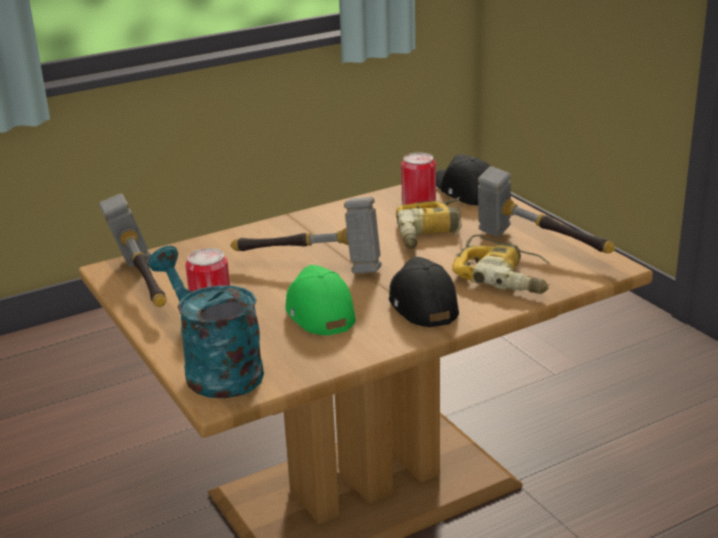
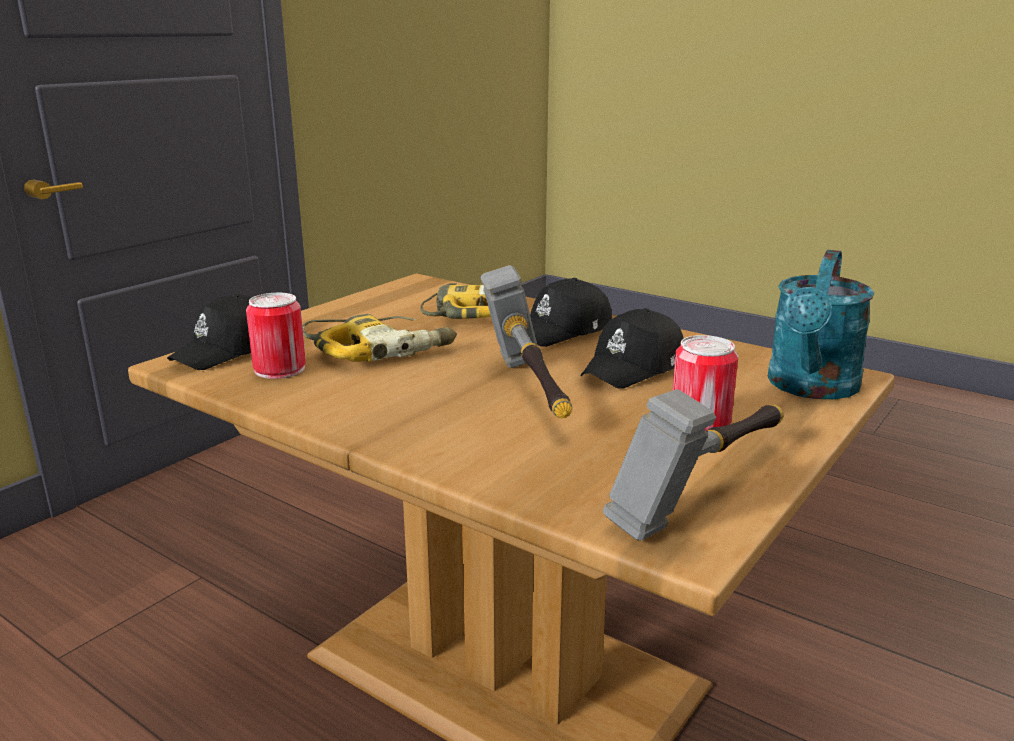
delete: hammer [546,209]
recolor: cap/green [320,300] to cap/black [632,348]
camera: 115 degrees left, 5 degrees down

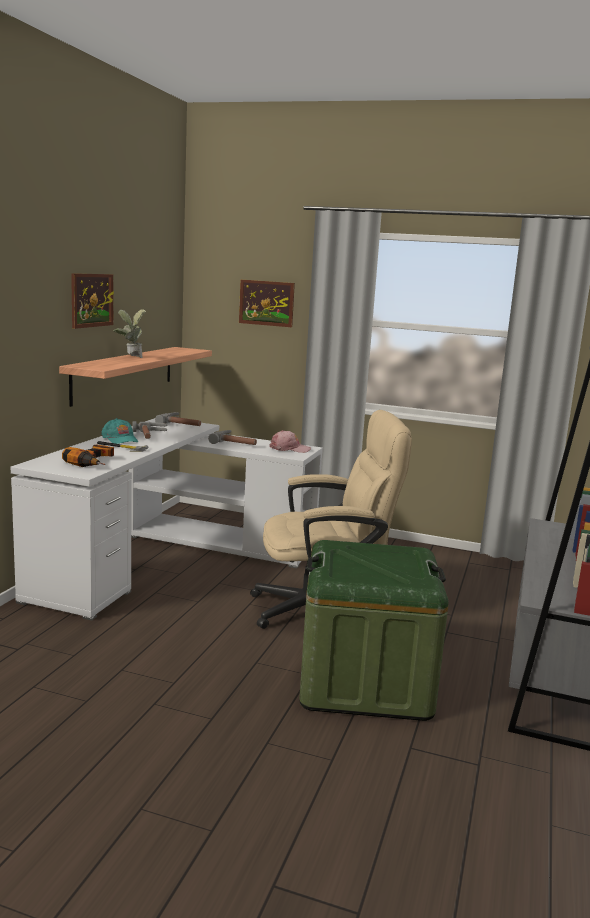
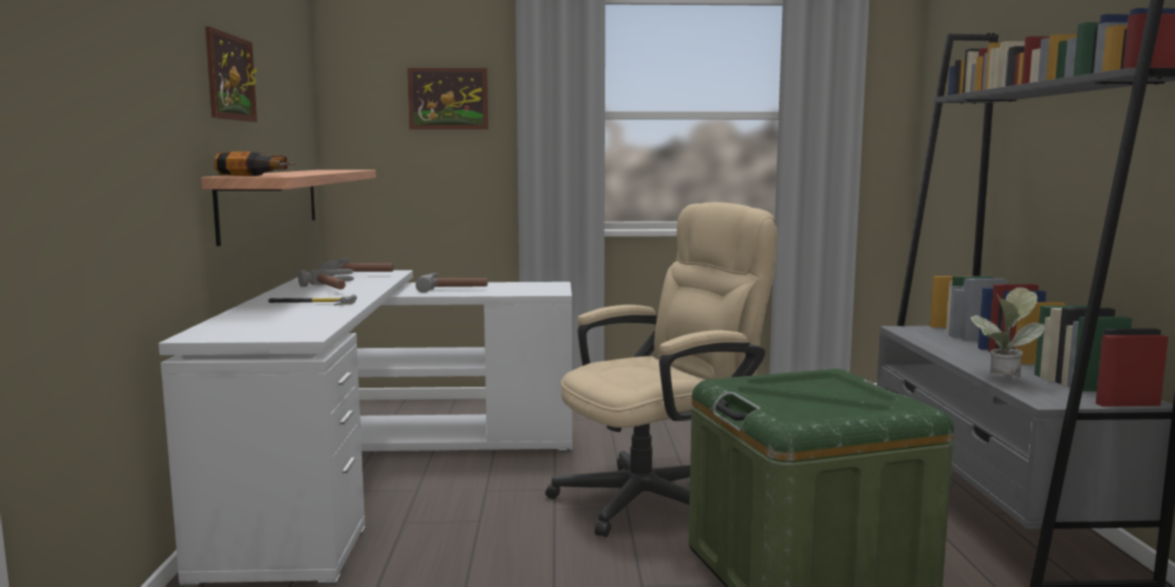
delete: cap/turquoise [119,431]; cap/pink [290,441]
move: power drill [88,455] to [254,164]; potted plant [130,333] to [1008,332]
camera: 20 degrees left, 5 degrees down

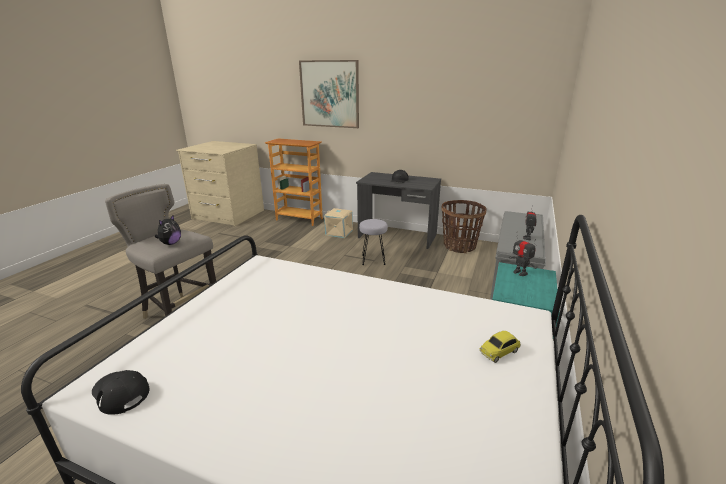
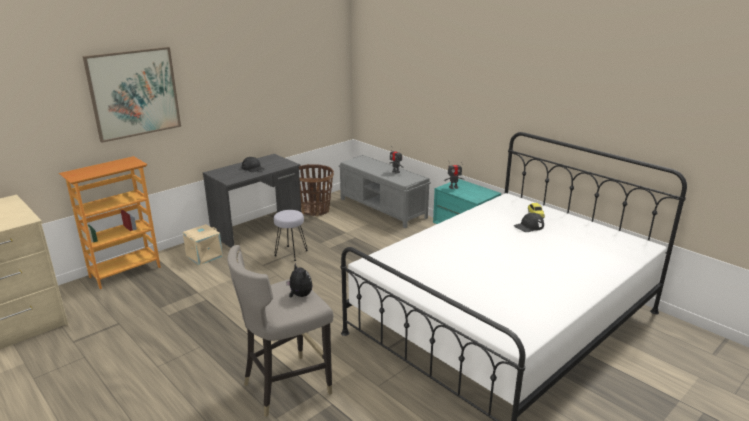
move: cap/black [120,392] to [529,222]
camera: 65 degrees left, 0 degrees up

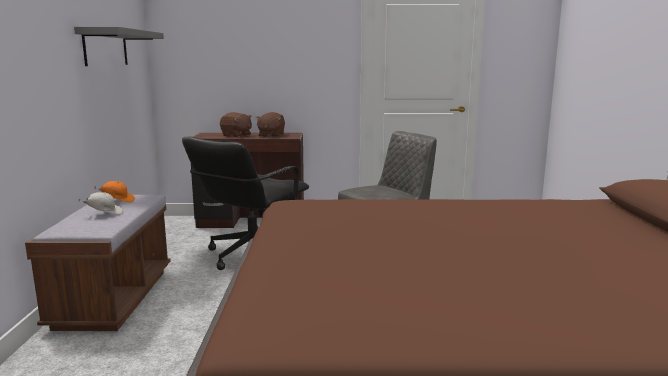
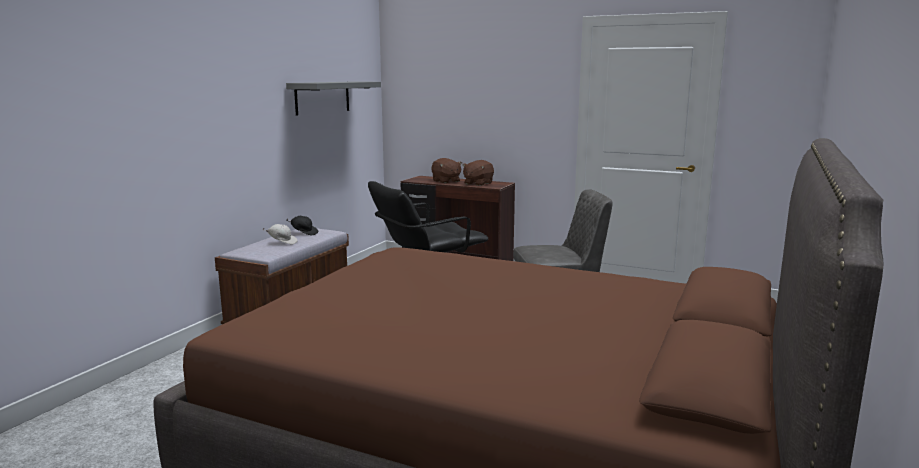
recolor: cap/orange [114,191] to cap/black [302,225]
camera: 25 degrees right, 0 degrees up

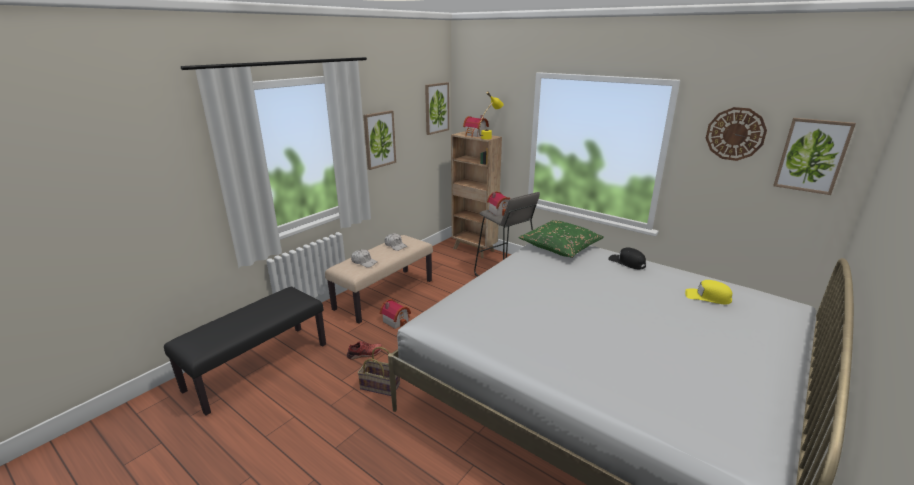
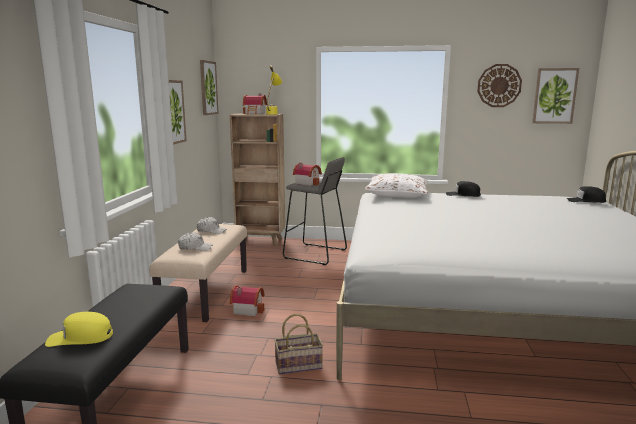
delete: shoe/red [364,350]
insert: cap/black [586,194]
move: cap/yellow [708,292] to [79,329]
recolor: pillow/green [561,239] to pillow/white [396,185]
camera: 30 degrees left, 10 degrees down

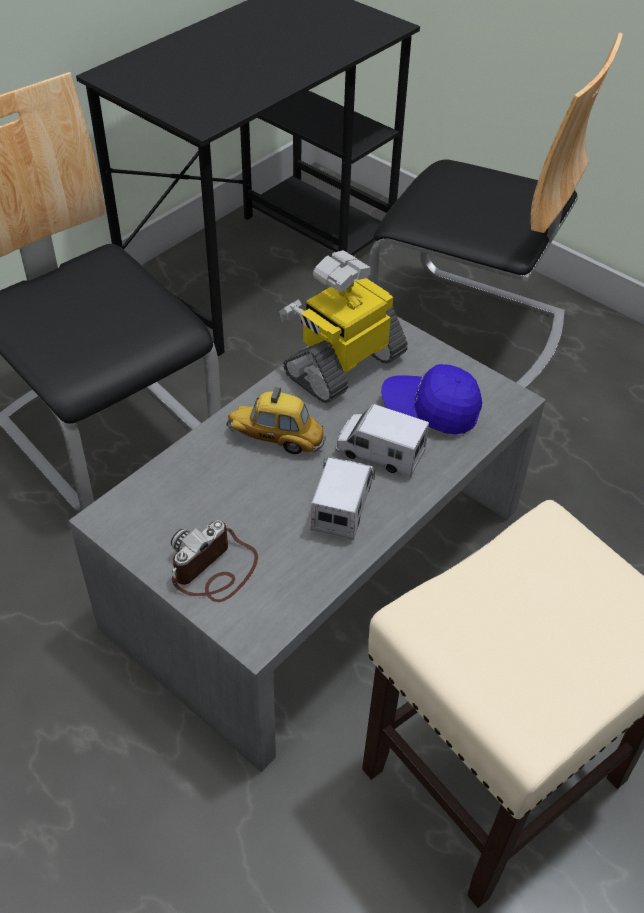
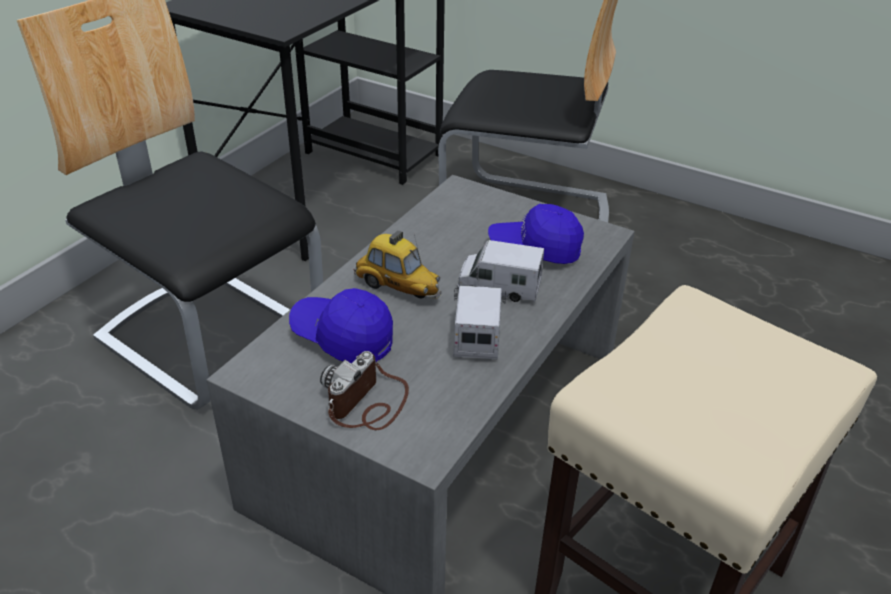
delete: toy robot [343,326]
insert: cap/blue [341,325]
rotate: toy car [276,420] = [397,264] 150 degrees counterclockwise
camera: 10 degrees left, 10 degrees down

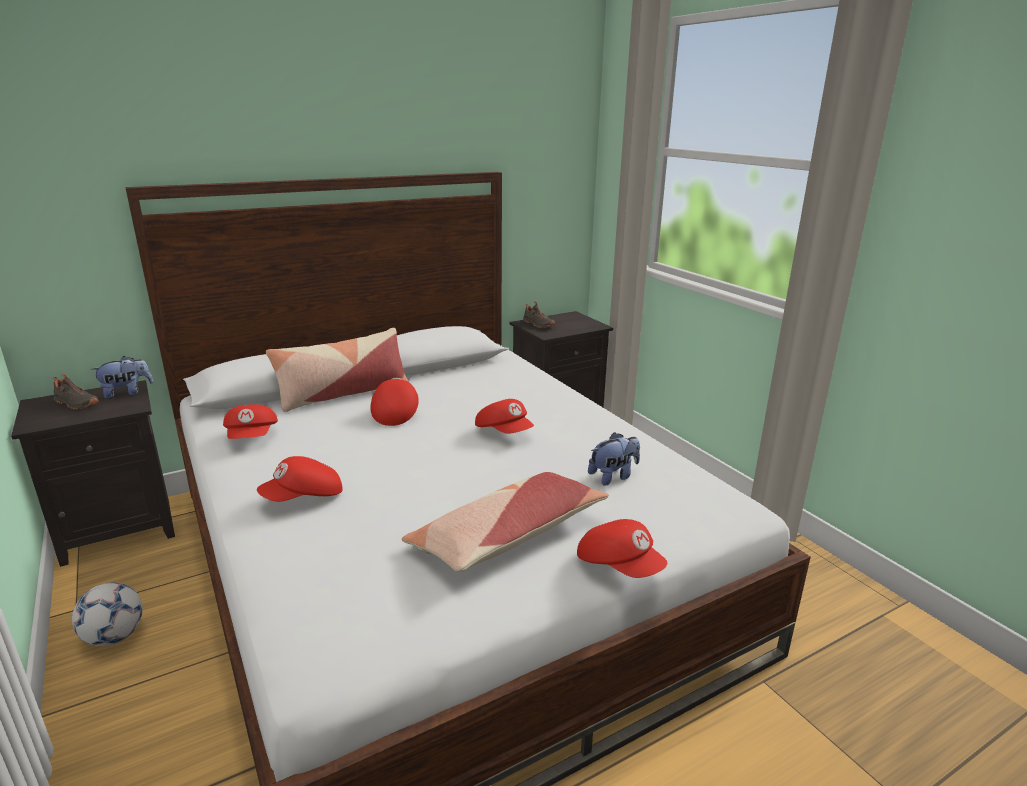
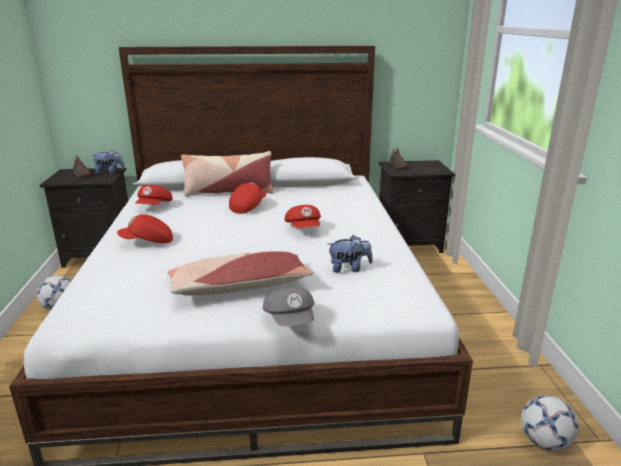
insert: football [550,423]
recolor: cap/red [622,548] to cap/grey [288,306]
camera: 25 degrees right, 0 degrees up

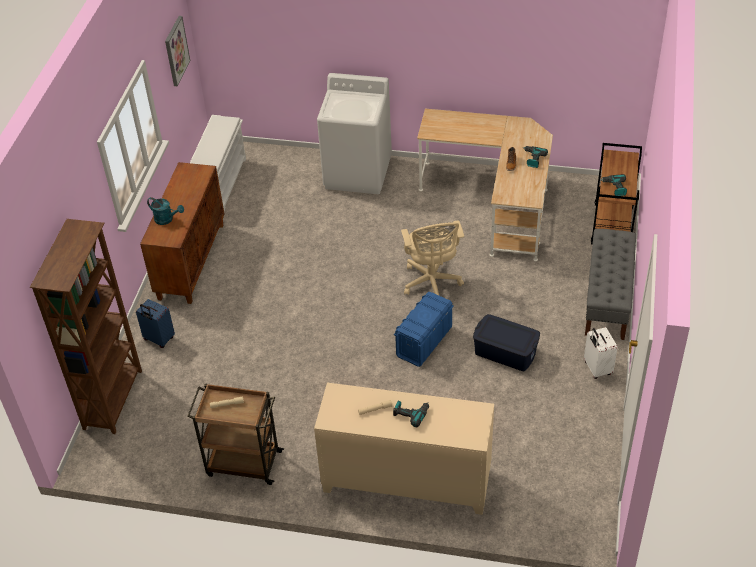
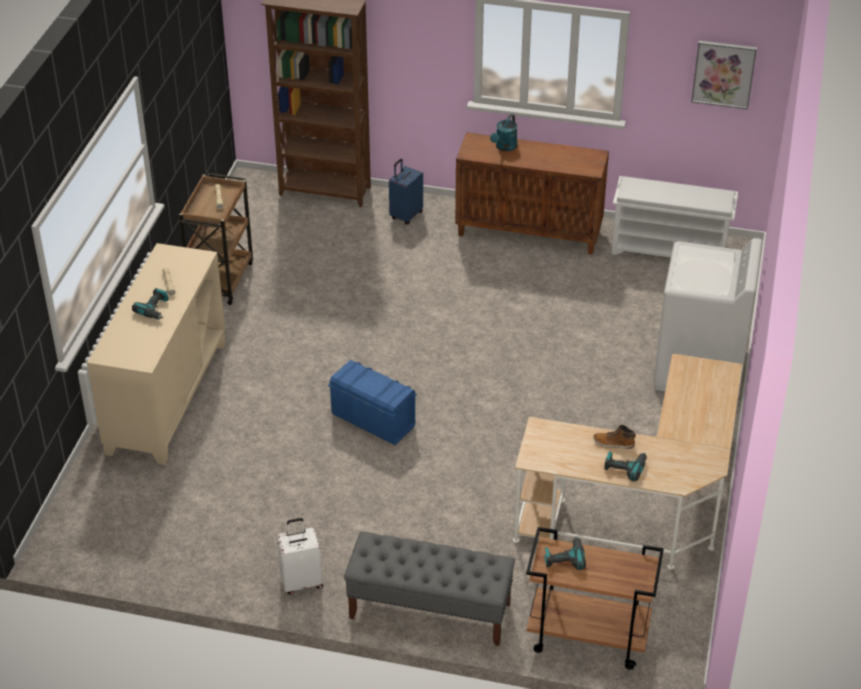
delete: office chair/beige [432,257]; storage box/blue [506,342]
camera: 90 degrees right, 5 degrees down

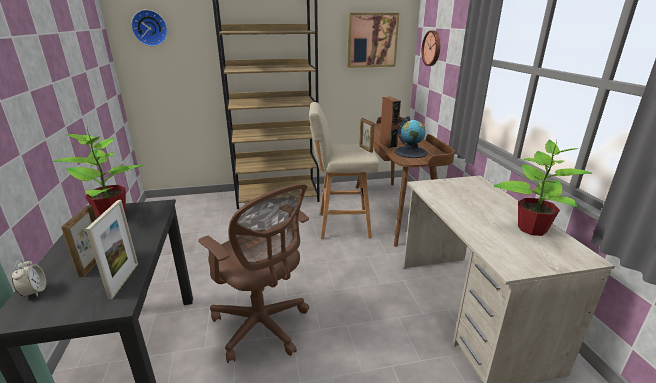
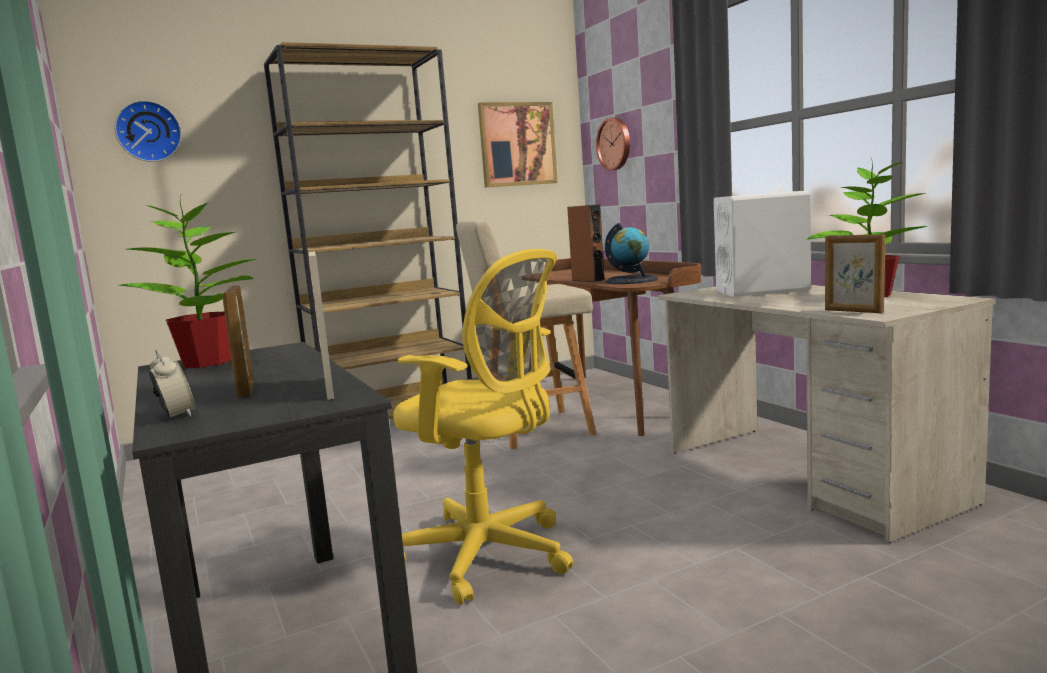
insert: speaker/white [762,244]
move: picture frame [367,135] to [855,273]
recolor: office chair/brown [253,273] to office chair/yellow [483,427]
camera: 15 degrees left, 15 degrees down

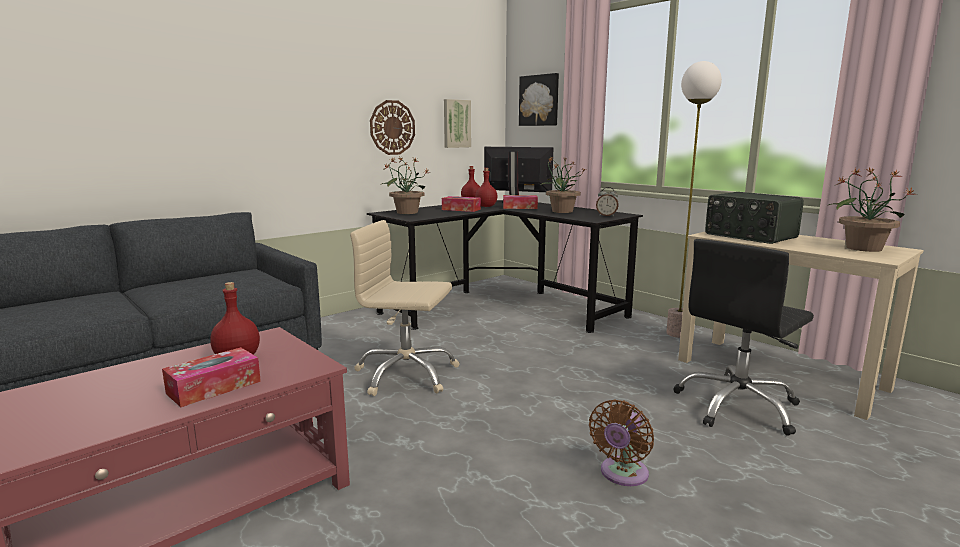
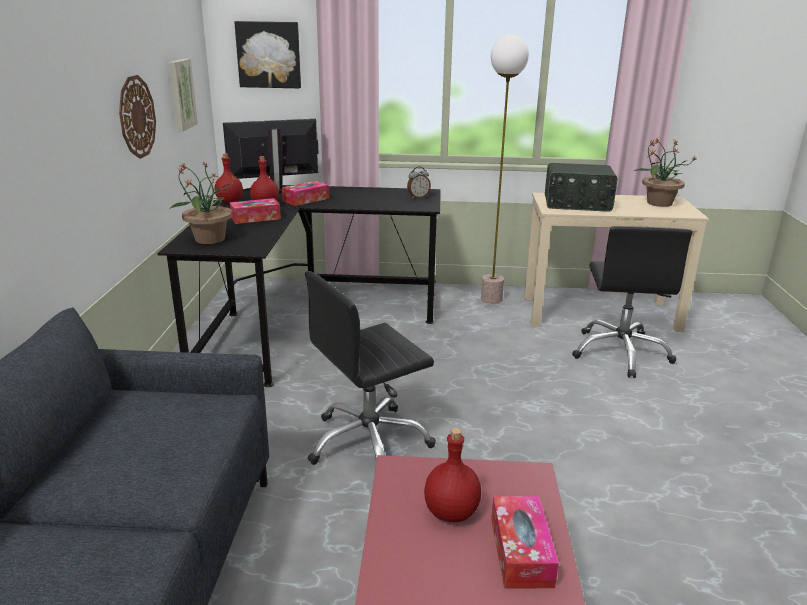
delete: potted plant [562,185]; fan/brown [621,442]
recolor: office chair/beige [405,308] to office chair/black [370,368]
camera: 45 degrees left, 10 degrees up

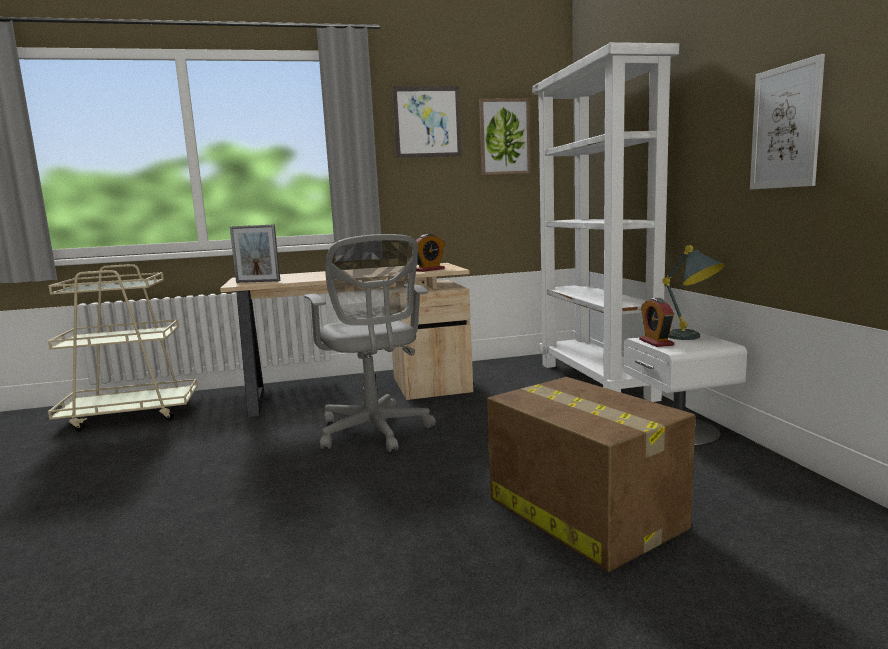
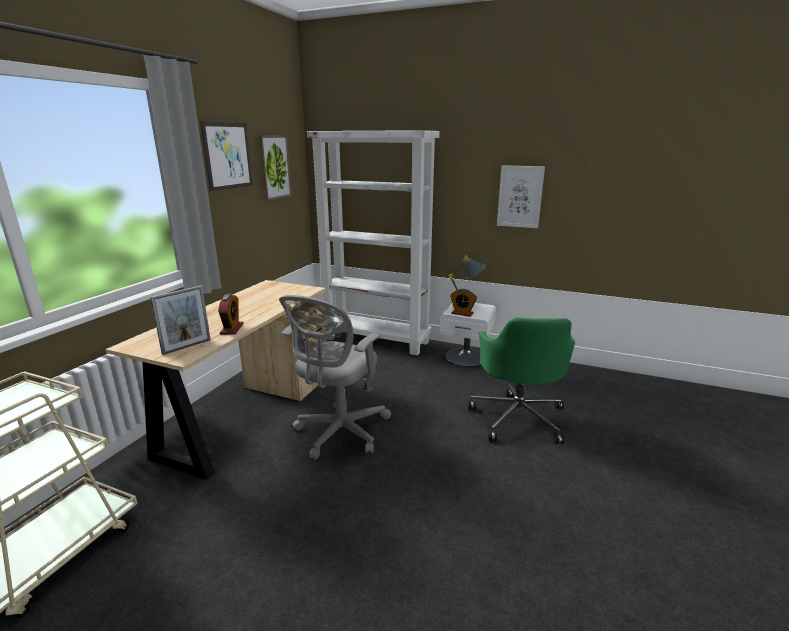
move: alarm clock [428,253] to [231,314]
replace: cardboard box [591,474] to office chair/green [521,380]
rotate: office chair/grey [370,343] = [335,377] 105 degrees clockwise
camera: 55 degrees left, 10 degrees up

